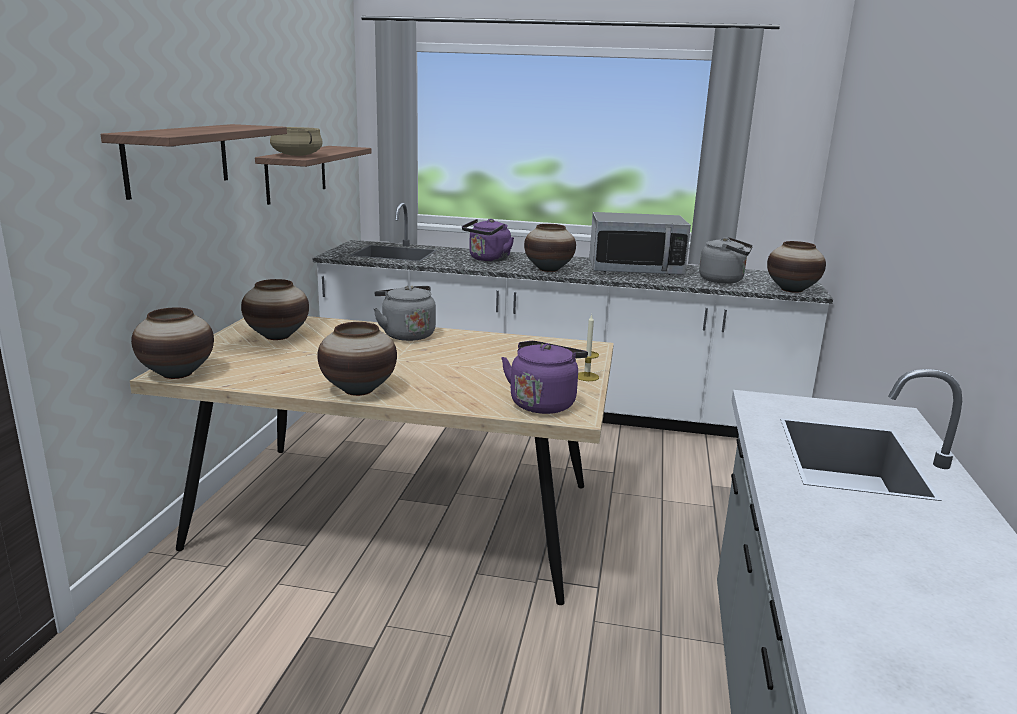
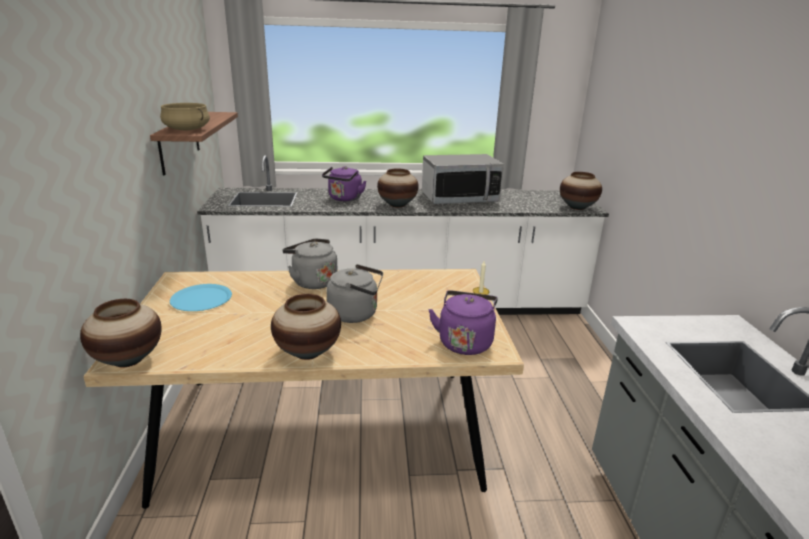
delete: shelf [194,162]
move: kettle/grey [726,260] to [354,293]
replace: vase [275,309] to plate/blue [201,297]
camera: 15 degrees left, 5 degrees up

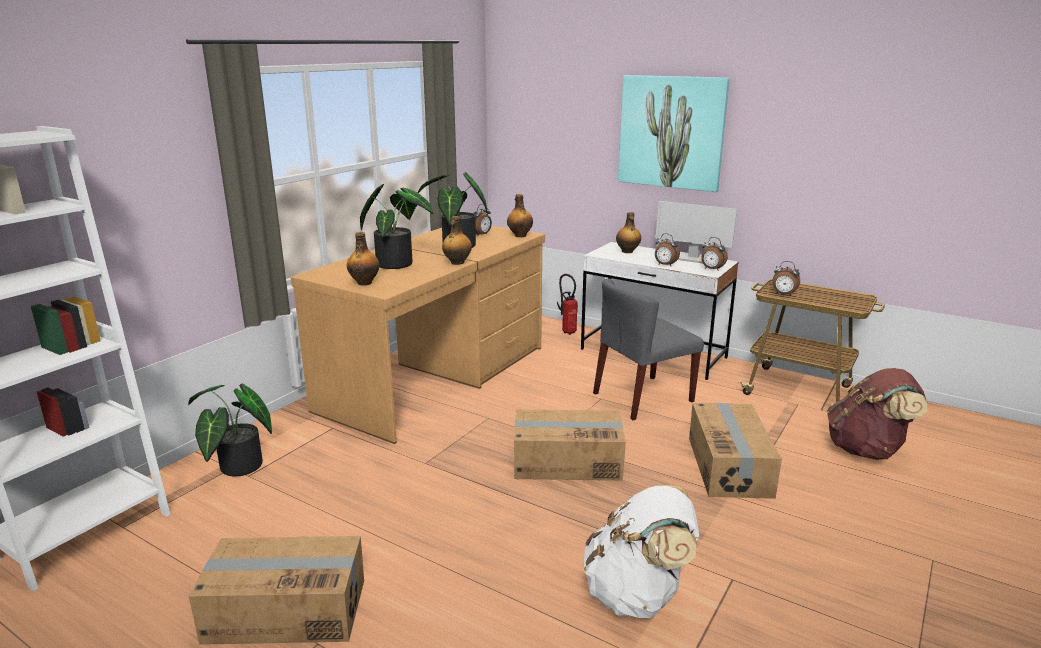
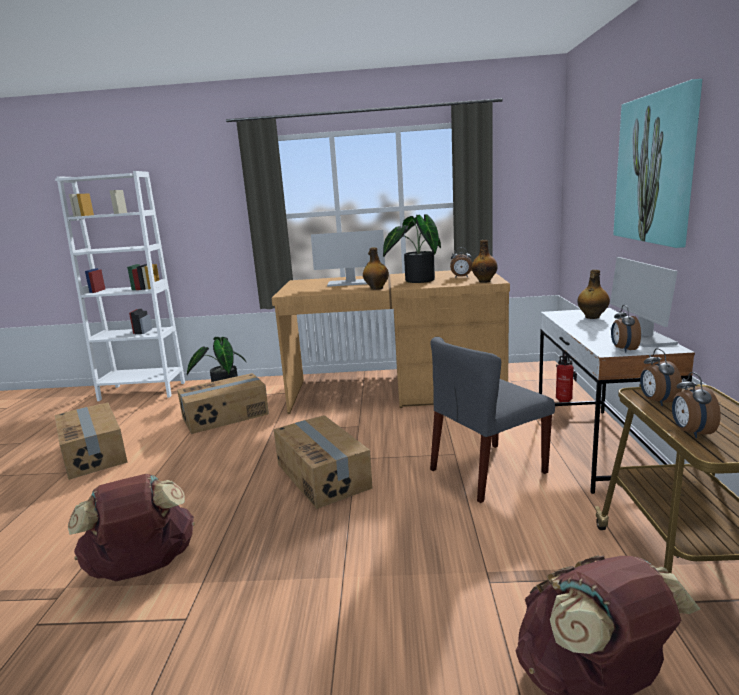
delete: bottle [363,259]
move: alarm clock [667,249] to [696,405]; cardboard box [735,451] to [223,403]
replace: potted plant [396,226] to monitor [348,258]
recolor: backpack/white [641,551] to backpack/brown [131,527]
rotate: chair/grey [648,349] = [492,420] 60 degrees counterclockwise
camera: 60 degrees right, 5 degrees down

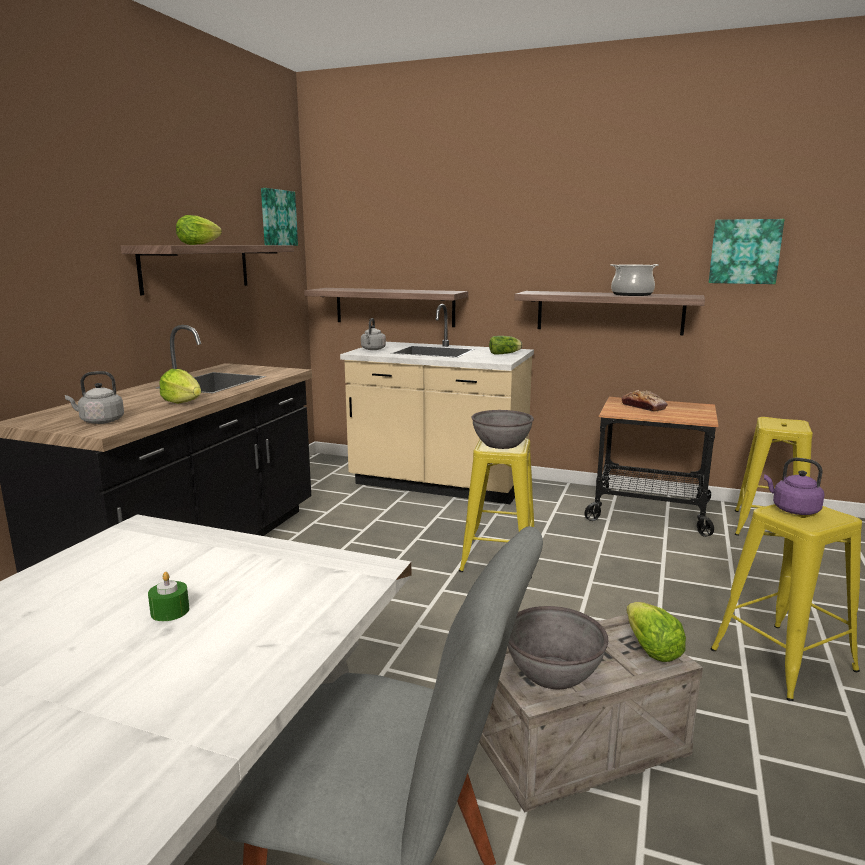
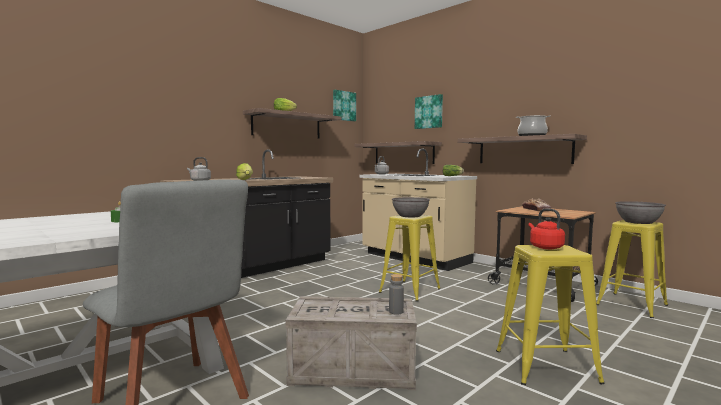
move: bowl/grey [558,647] to [640,212]; picture [746,251] to [429,111]
replace: lettuce [656,632] to bottle/grey [396,294]
recolor: kettle/purple [794,486] to kettle/red [547,228]
camera: 25 degrees right, 10 degrees down

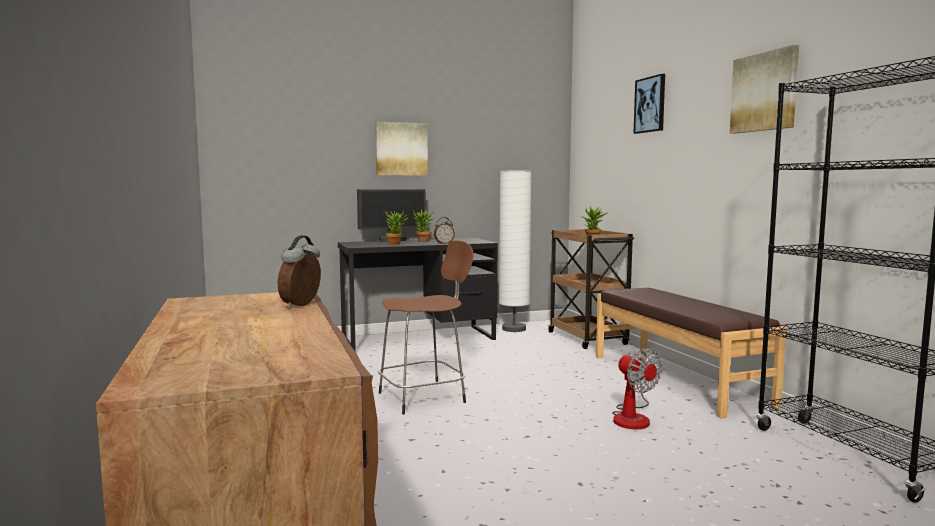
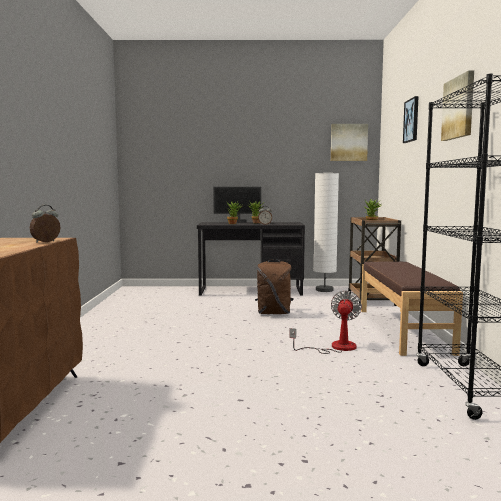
delete: stool/brown [426,327]
insert: backpack/brown [274,286]
move: picture [401,149] to [349,142]
rotate: fan [637,388] = [325,322] 150 degrees counterclockwise
camera: 20 degrees right, 0 degrees up

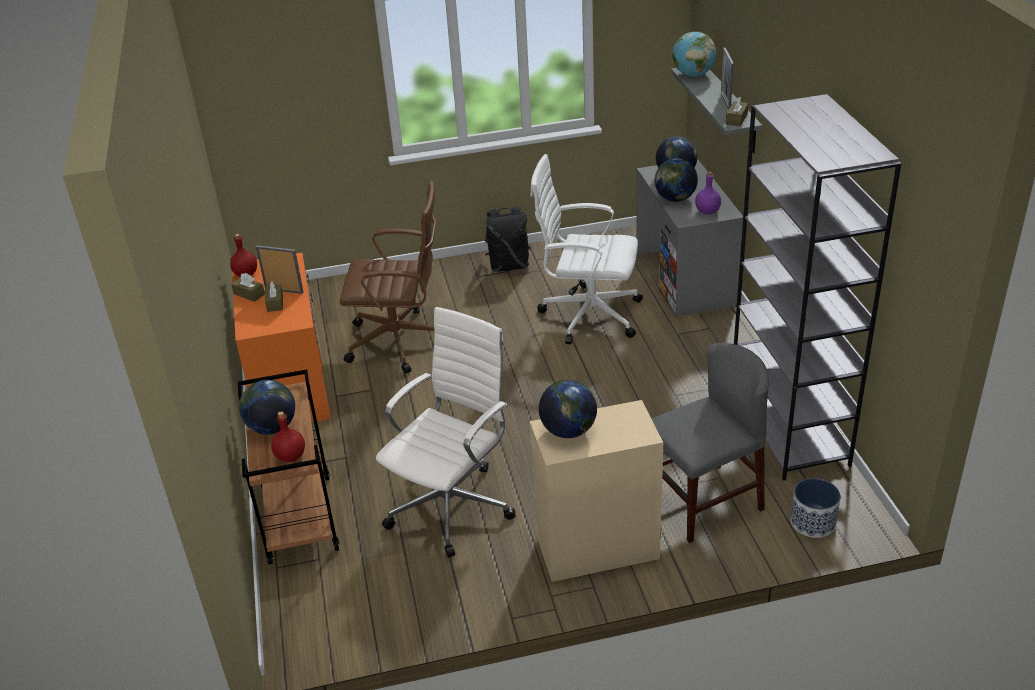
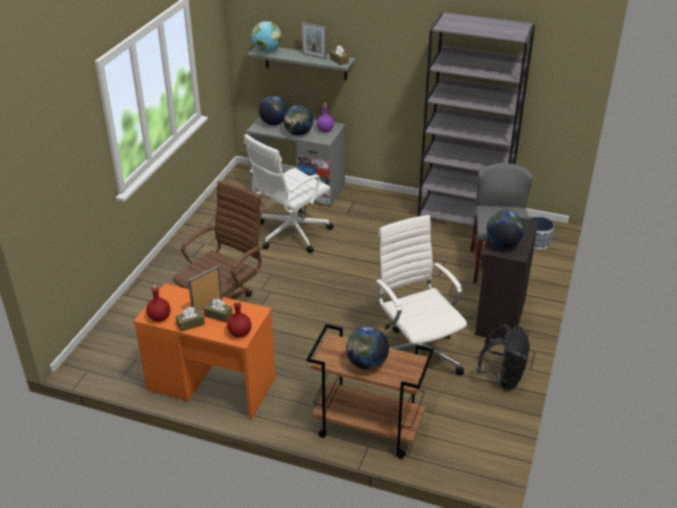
move: bottle/red [288,436] to [239,319]; backpack/black [508,239] to [503,357]
recolor: cabinet/beige [596,491] to cabinet/black [506,278]
camera: 60 degrees left, 0 degrees up

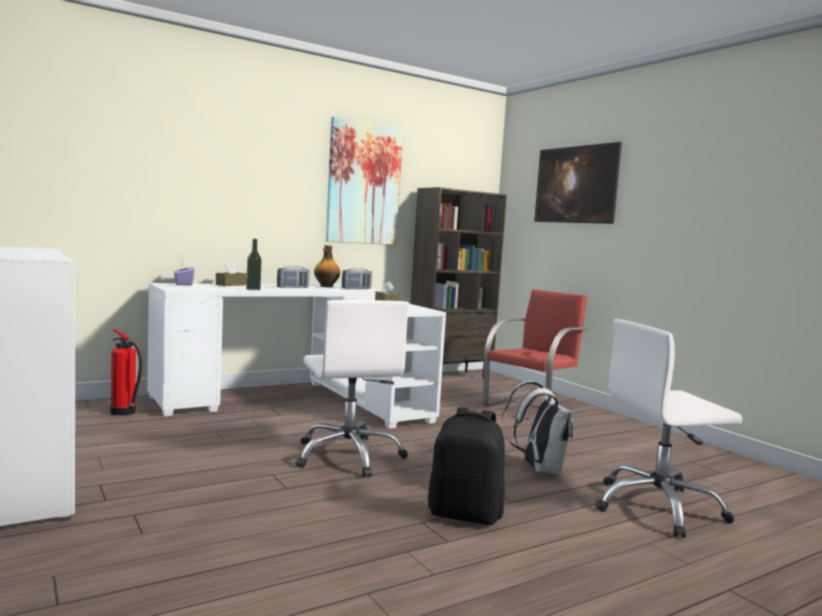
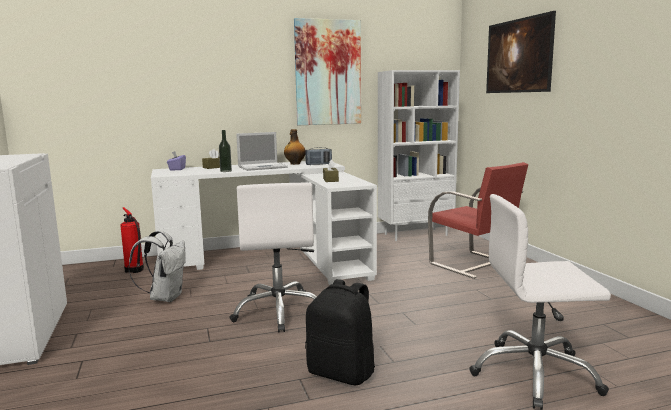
move: backpack/white [537,427] to [157,266]
replace: radio [293,277] to laptop [261,151]
recolor: bookcase/brown [458,283] to bookcase/white [419,155]
rotate: chair/red [535,351] = [478,220] 90 degrees clockwise
camera: 15 degrees right, 5 degrees up

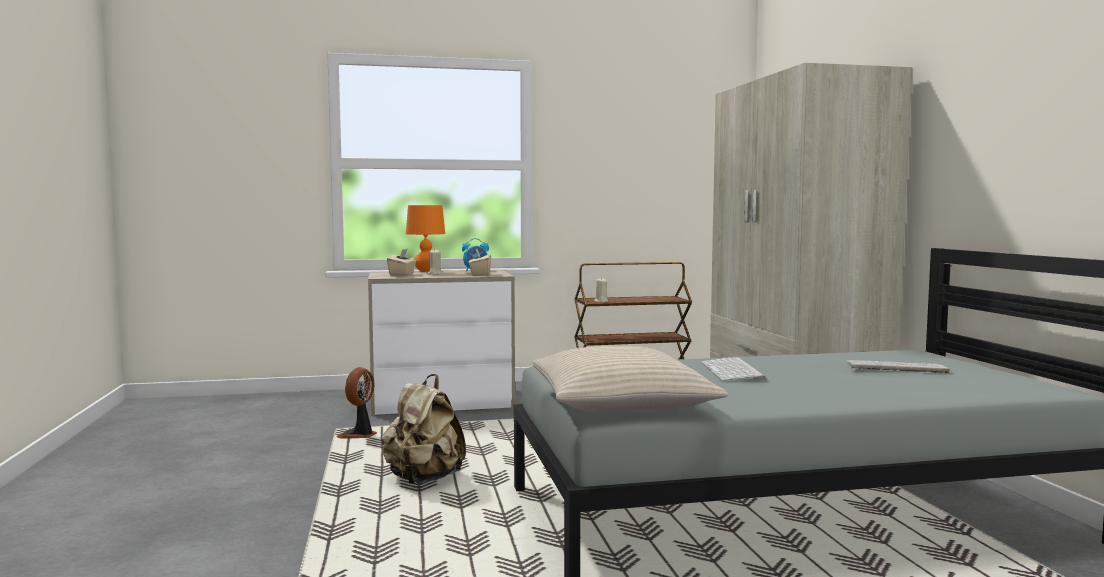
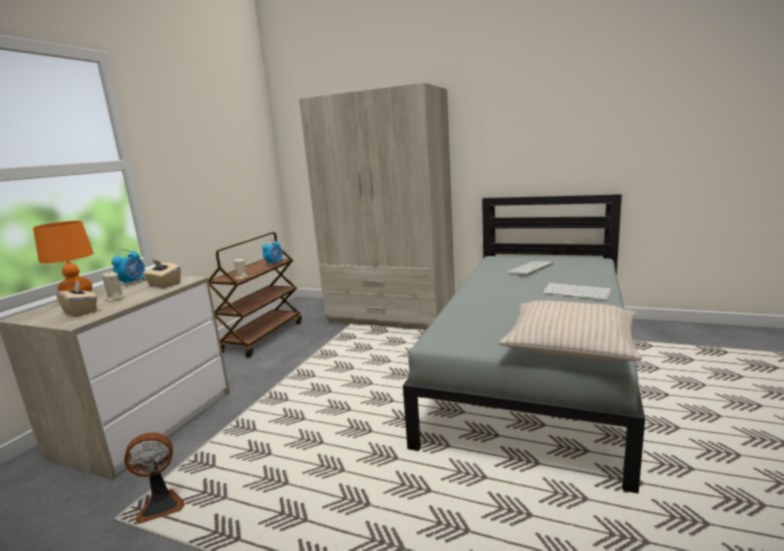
delete: backpack/beige [424,429]
insert: alarm clock [272,252]
move: keyboard [733,369] to [577,291]
rotate: fan [357,403] = [154,478] 75 degrees counterclockwise
camera: 55 degrees left, 10 degrees up

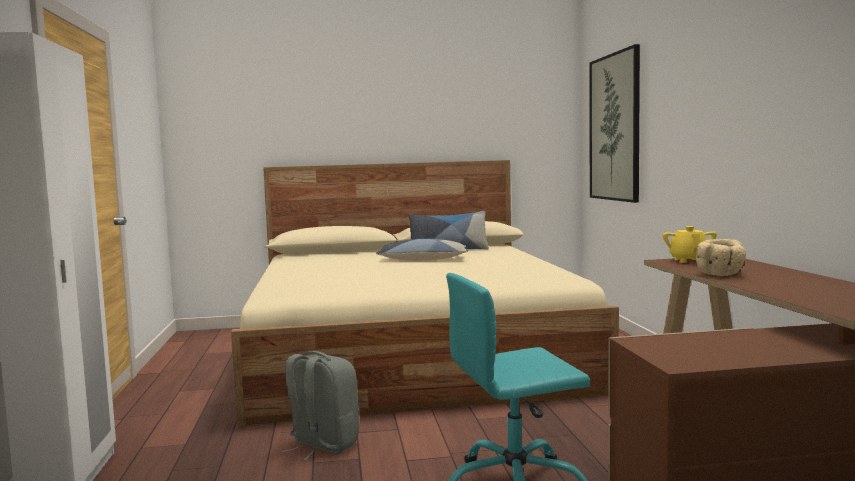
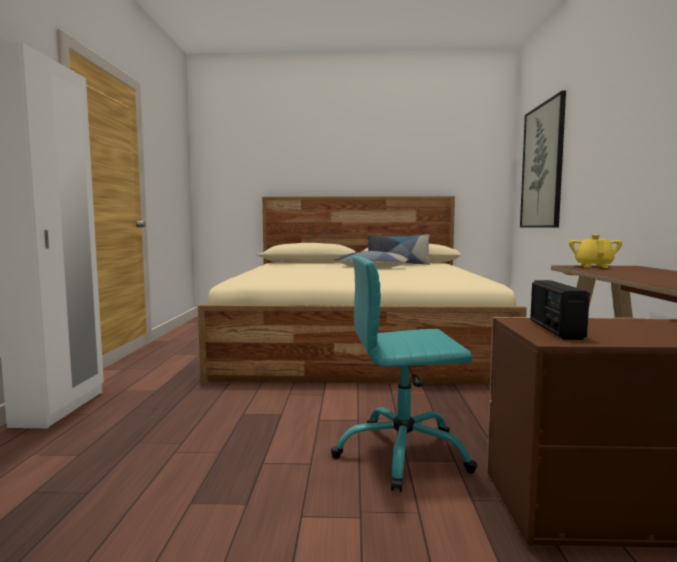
delete: backpack/grey [320,405]; bowl/beige [721,257]
insert: radio [560,310]
camera: 10 degrees right, 0 degrees up

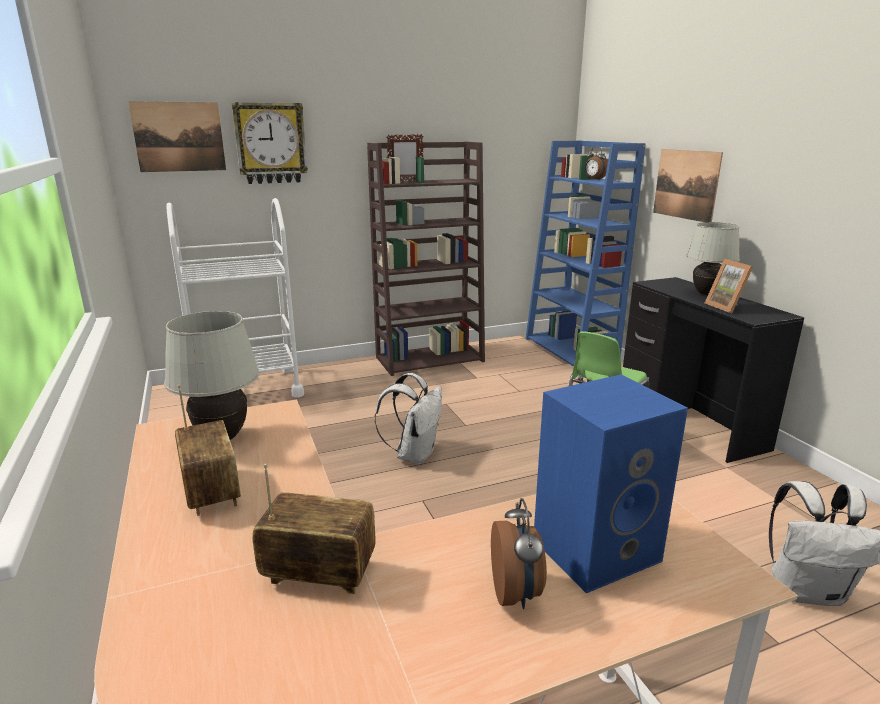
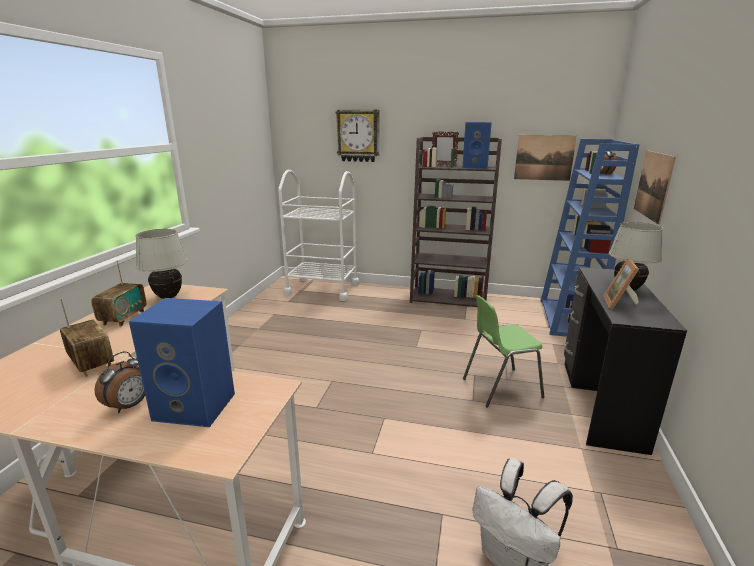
delete: backpack/white [408,418]
insert: speaker/blue [477,145]
move: picture [177,136] to [545,158]
camera: 35 degrees right, 0 degrees up

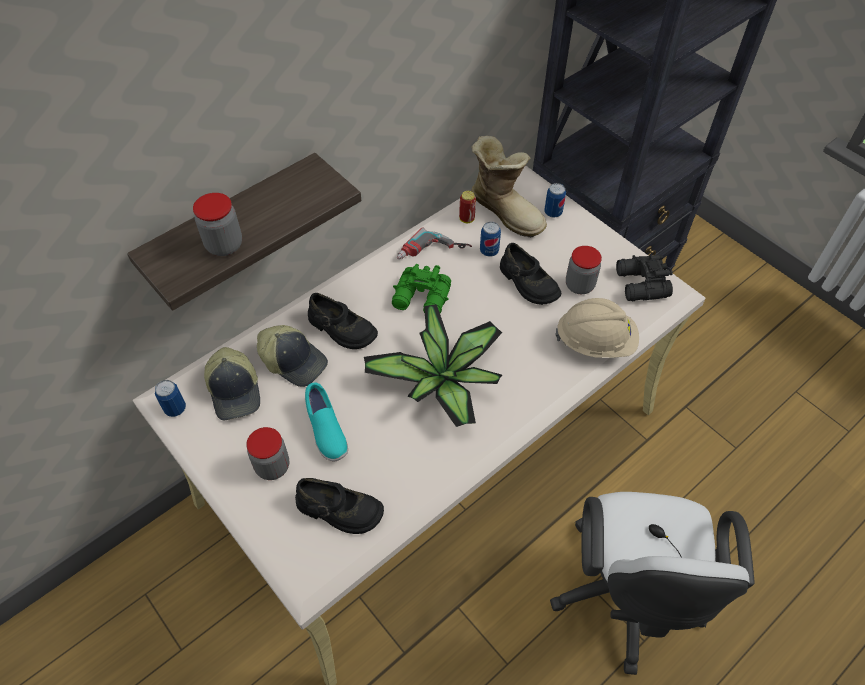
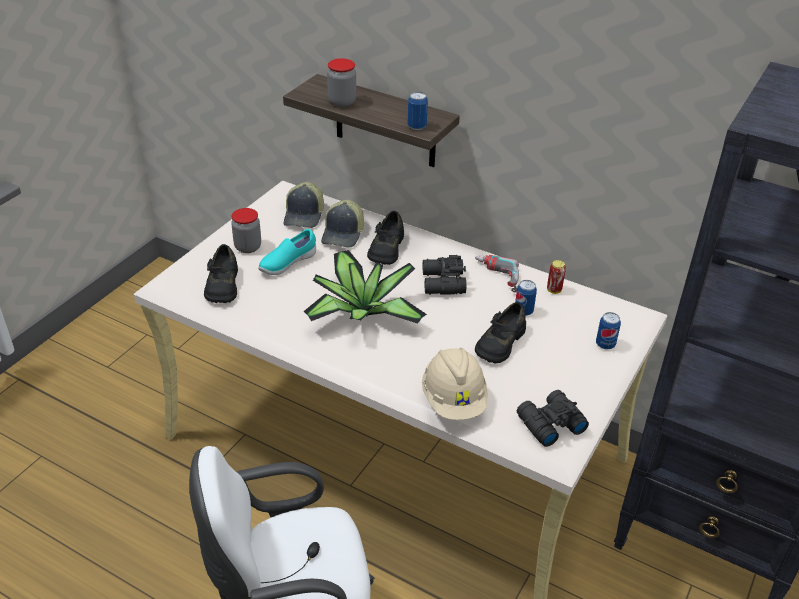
delete: boot [509,187]; jar [584,270]
move: can [170,398] to [418,111]
recolor: binoculars/green [421,288] to binoculars/black [444,275]
rotate: cap [232,383] = [304,205] 45 degrees counterclockwise
camera: 70 degrees right, 15 degrees down

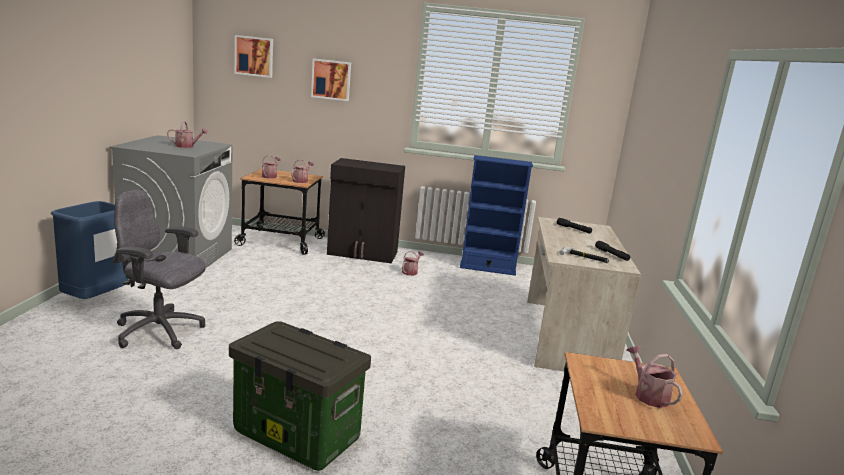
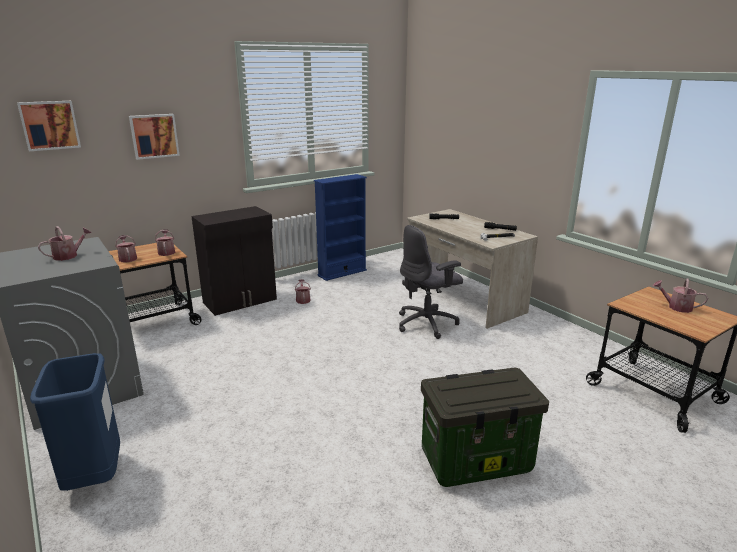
move: office chair/grey [159,269] to [431,282]
camera: 40 degrees left, 5 degrees up

